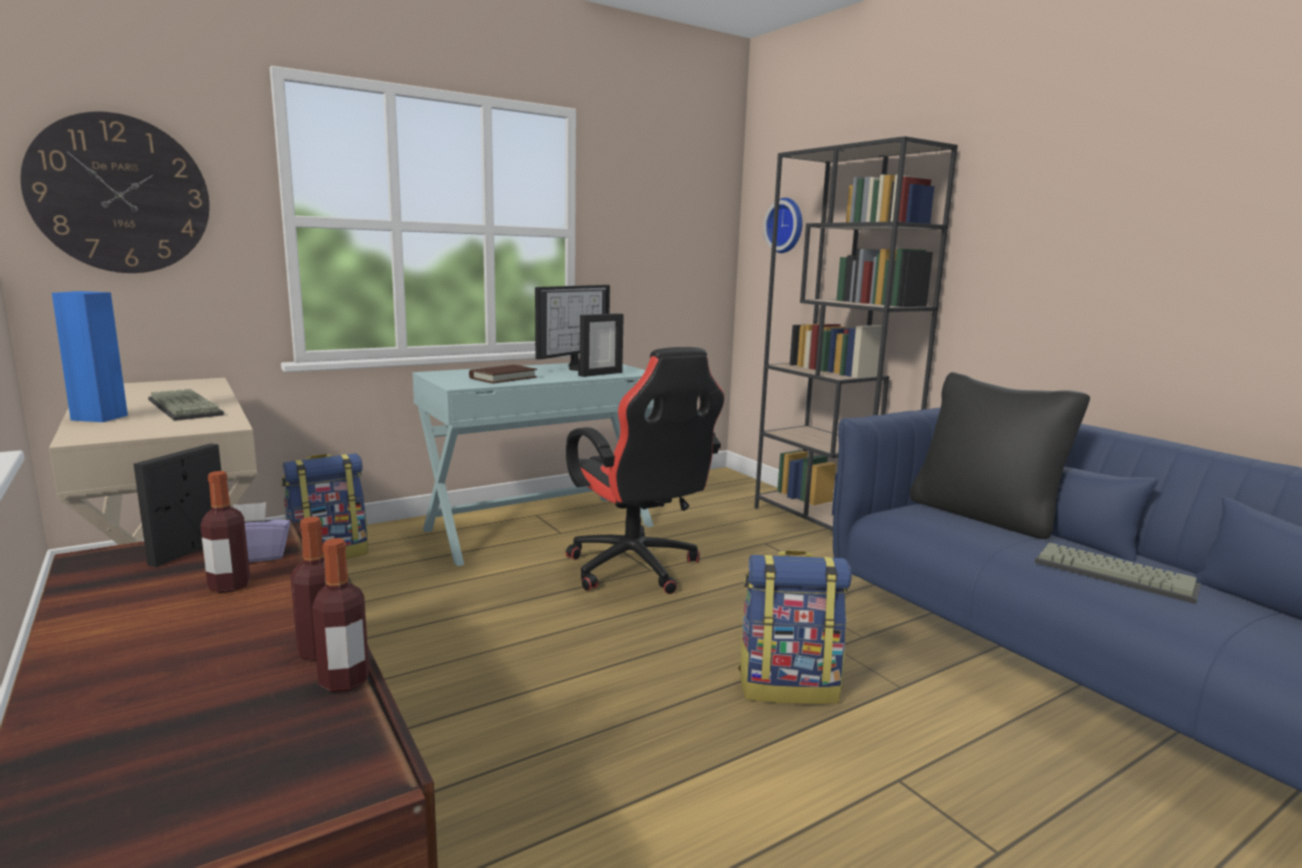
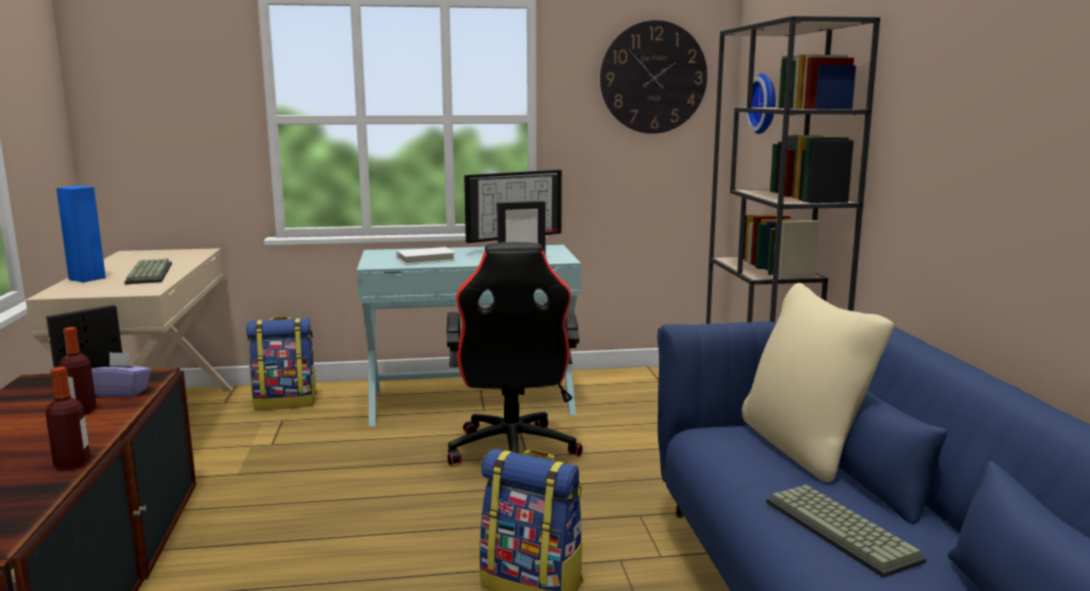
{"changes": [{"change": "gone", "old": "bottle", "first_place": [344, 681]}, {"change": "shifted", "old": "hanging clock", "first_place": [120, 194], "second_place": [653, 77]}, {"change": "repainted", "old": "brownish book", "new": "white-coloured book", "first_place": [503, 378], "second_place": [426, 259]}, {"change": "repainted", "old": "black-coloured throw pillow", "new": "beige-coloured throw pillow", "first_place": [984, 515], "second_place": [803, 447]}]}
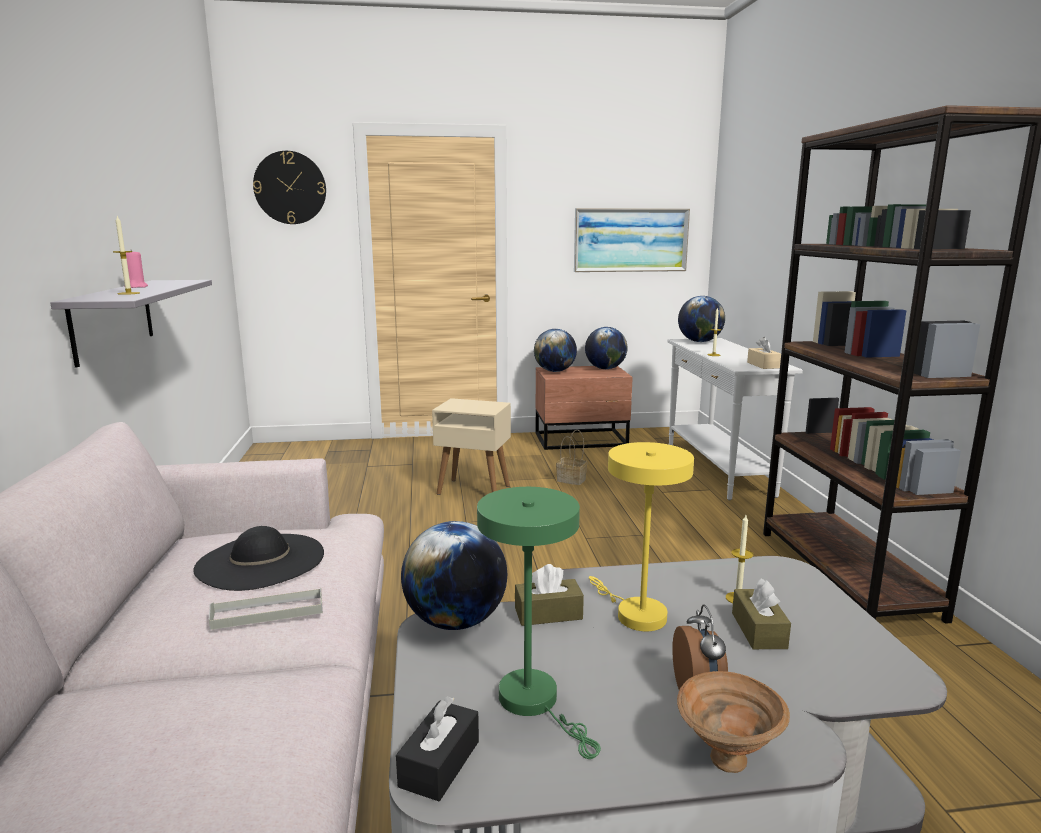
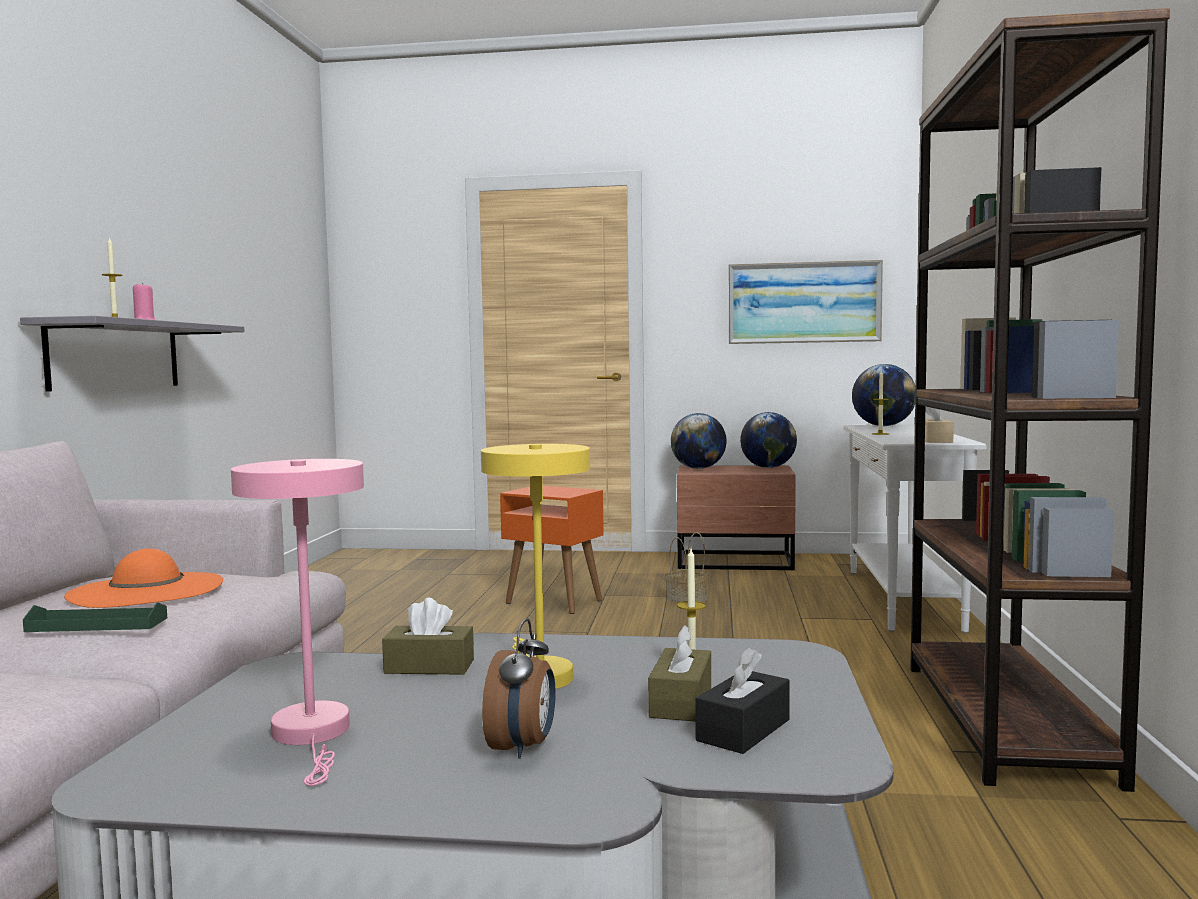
{"changes": [{"change": "gone", "old": "hanging clock", "first_place": [290, 188]}, {"change": "gone", "old": "desk globe", "first_place": [455, 621]}, {"change": "gone", "old": "brownish bowl", "first_place": [727, 762]}, {"change": "shifted", "old": "black-coloured tissue box", "first_place": [439, 763], "second_place": [743, 730]}, {"change": "repainted", "old": "black-coloured hat", "new": "orange hat", "first_place": [260, 561], "second_place": [146, 590]}, {"change": "repainted", "old": "grey tray", "new": "green-coloured tray", "first_place": [268, 612], "second_place": [97, 625]}, {"change": "repainted", "old": "beige-coloured side table", "new": "orange side table", "first_place": [472, 490], "second_place": [553, 602]}, {"change": "repainted", "old": "green-coloured tabletop lamp", "new": "pinkish tabletop lamp", "first_place": [535, 702], "second_place": [313, 735]}]}
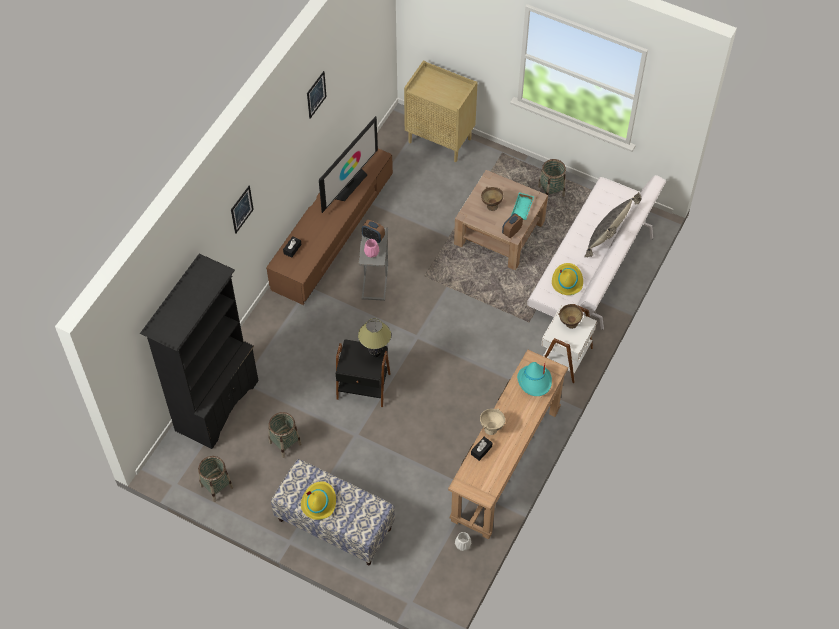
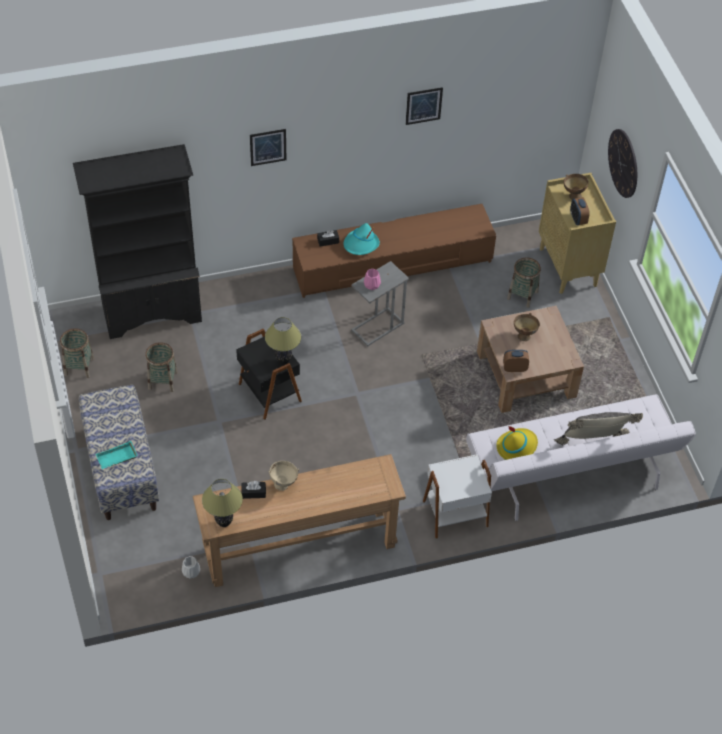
{"changes": [{"change": "gone", "old": "yellowish hat", "first_place": [319, 502]}, {"change": "gone", "old": "TV set", "first_place": [349, 184]}, {"change": "new", "new": "tabletop lamp", "second_place": [224, 523]}, {"change": "new", "new": "hanging clock", "second_place": [623, 163]}, {"change": "shifted", "old": "alarm clock", "first_place": [373, 237], "second_place": [578, 219]}, {"change": "shifted", "old": "turquoise-coloured tray", "first_place": [523, 209], "second_place": [116, 458]}, {"change": "shifted", "old": "turquoise-coloured hat", "first_place": [535, 382], "second_place": [361, 244]}, {"change": "shifted", "old": "household basket", "first_place": [551, 191], "second_place": [522, 295]}, {"change": "shifted", "old": "brownish bowl", "first_place": [569, 323], "second_place": [573, 195]}]}
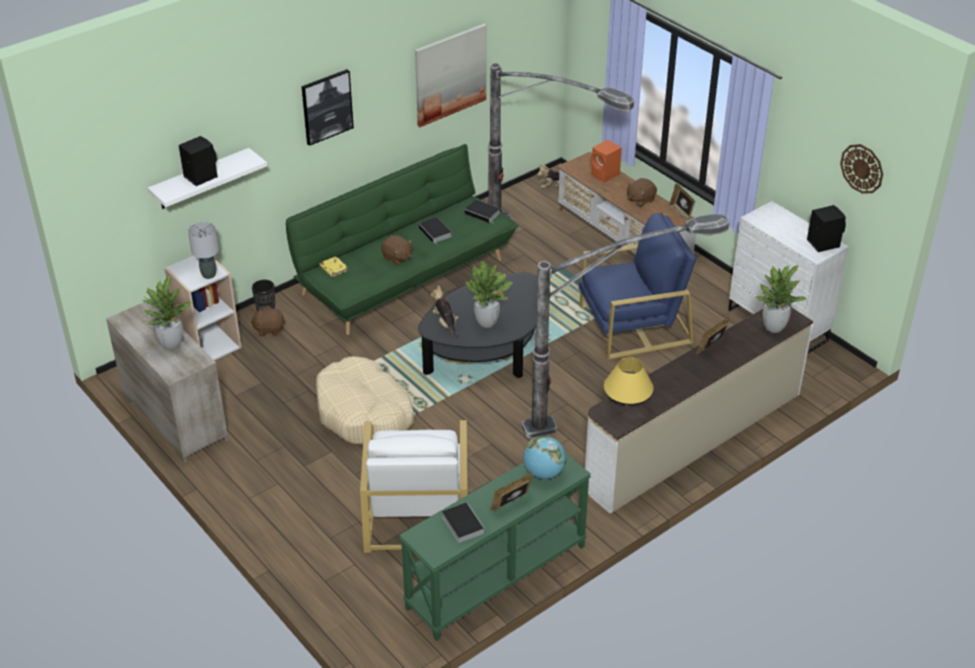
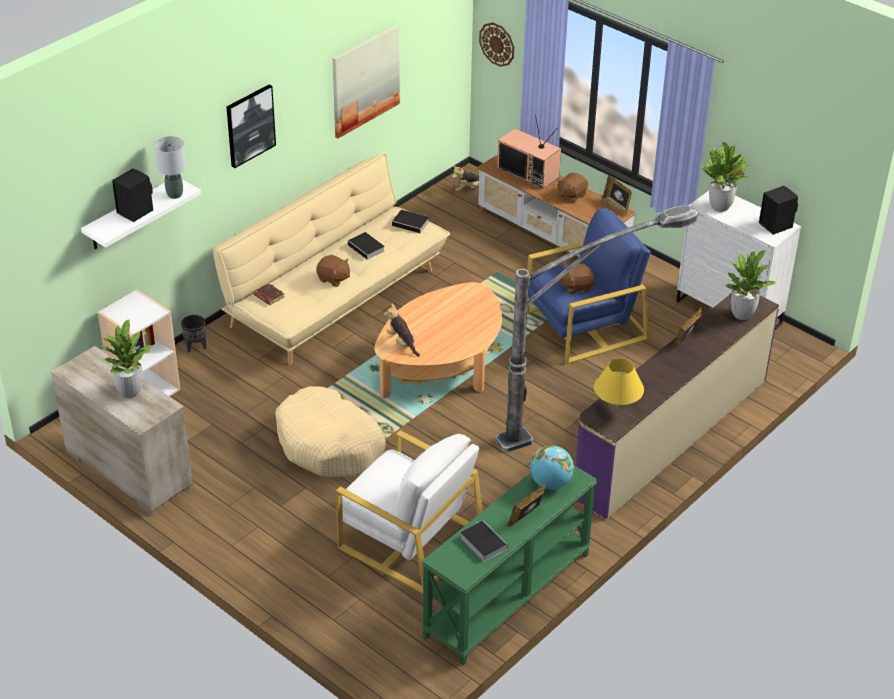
{"changes": [{"change": "gone", "old": "floor lamp", "first_place": [549, 241]}, {"change": "shifted", "old": "grey tabletop lamp", "first_place": [209, 275], "second_place": [175, 194]}, {"change": "shifted", "old": "brownish soft toy", "first_place": [269, 329], "second_place": [576, 287]}, {"change": "shifted", "old": "plant in a pot", "first_place": [487, 322], "second_place": [720, 207]}, {"change": "shifted", "old": "hanging clock", "first_place": [862, 168], "second_place": [497, 44]}, {"change": "swapped", "old": "orange audio speaker", "new": "TV set", "first_place": [605, 175], "second_place": [529, 172]}, {"change": "repainted", "old": "green-coloured sofa", "new": "beige-coloured sofa", "first_place": [403, 277], "second_place": [333, 298]}, {"change": "repainted", "old": "yellowish book", "new": "brownish book", "first_place": [333, 268], "second_place": [268, 296]}, {"change": "repainted", "old": "black-coloured lounge table", "new": "beige-coloured lounge table", "first_place": [488, 350], "second_place": [442, 367]}, {"change": "repainted", "old": "white-coloured storage cabinet", "new": "purplish storage cabinet", "first_place": [692, 439], "second_place": [670, 436]}, {"change": "rotated", "old": "white-coloured armchair", "first_place": [417, 511], "second_place": [410, 538], "degrees": -45}]}
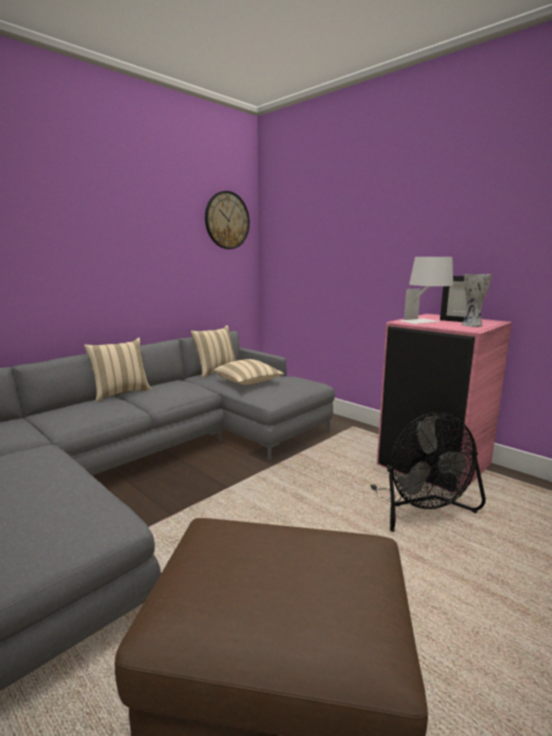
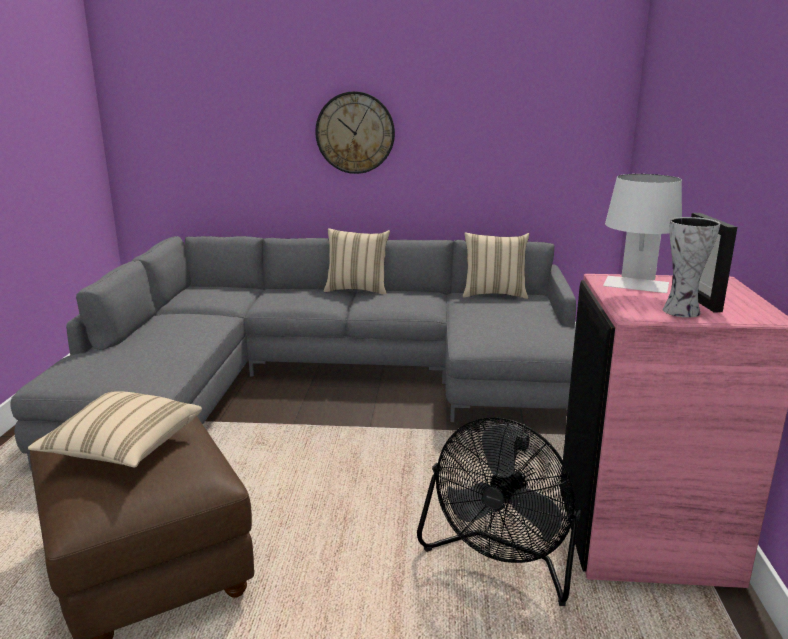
{"changes": [{"change": "shifted", "old": "hanging clock", "first_place": [227, 220], "second_place": [355, 133]}, {"change": "shifted", "old": "beige-coloured throw pillow", "first_place": [248, 382], "second_place": [123, 449]}]}
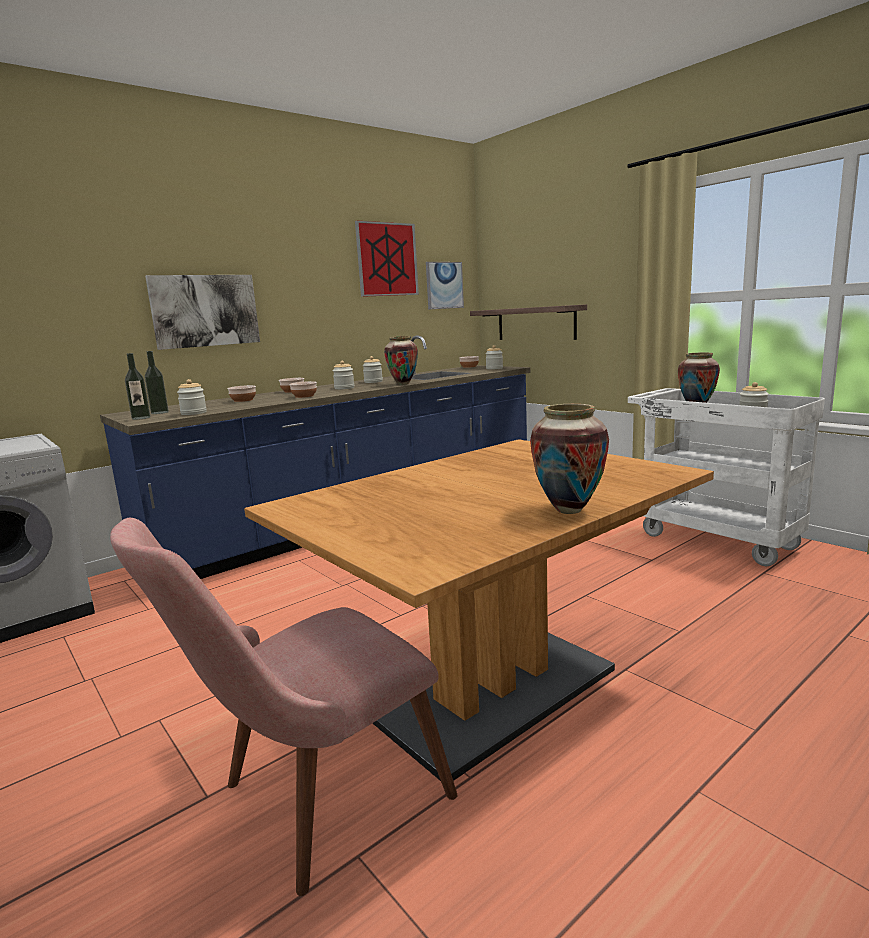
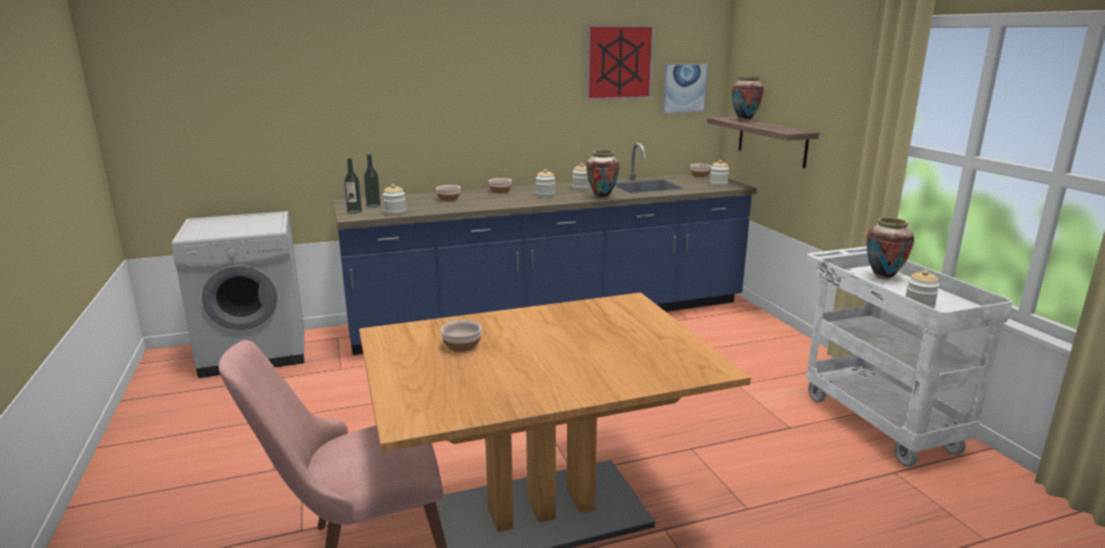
{"changes": [{"change": "gone", "old": "picture", "first_place": [205, 311]}, {"change": "shifted", "old": "bowl", "first_place": [304, 396], "second_place": [462, 346]}, {"change": "shifted", "old": "vase", "first_place": [568, 510], "second_place": [744, 120]}]}
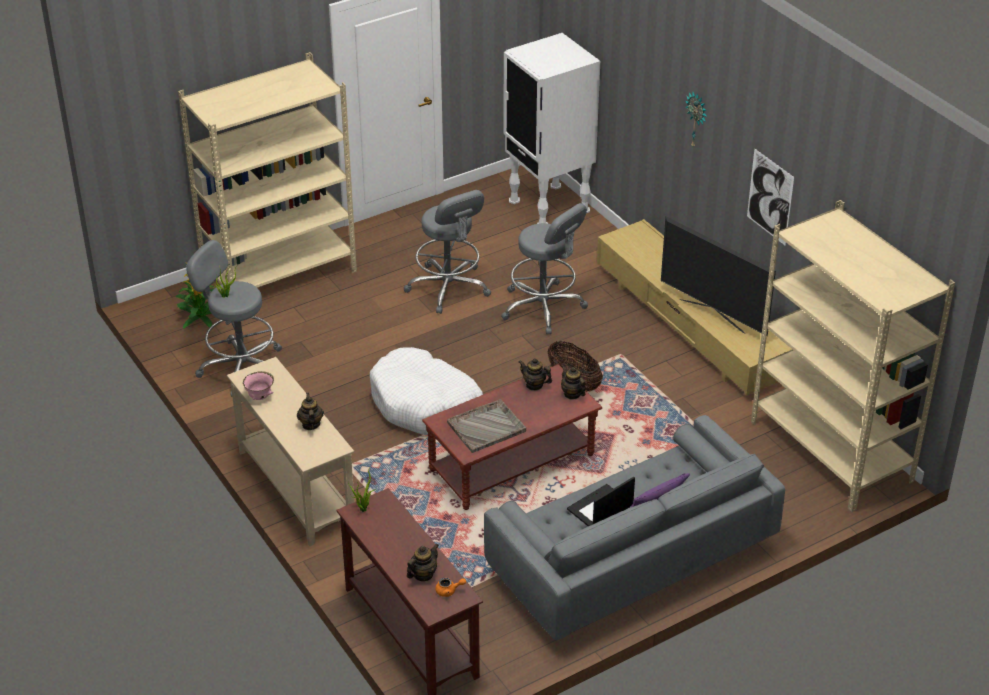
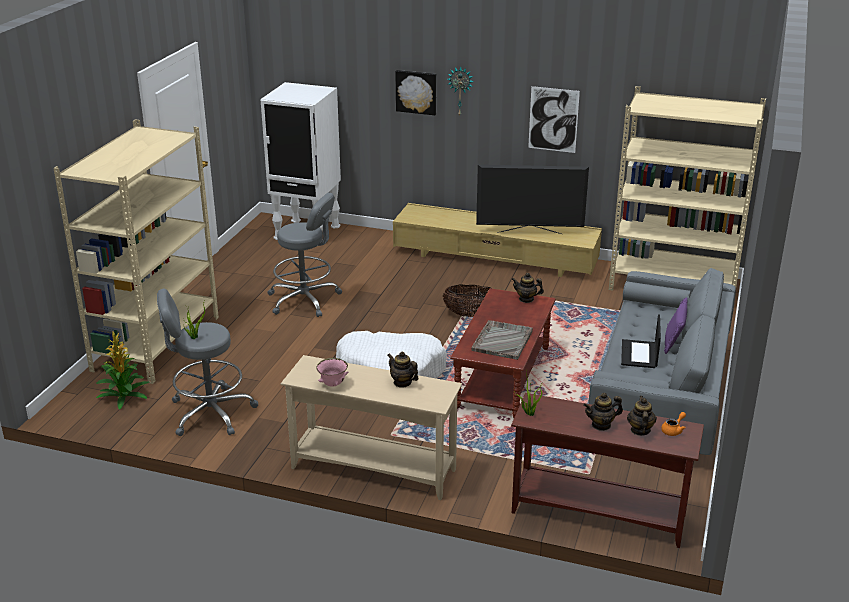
{"changes": [{"change": "gone", "old": "grey stool", "first_place": [543, 308]}, {"change": "new", "new": "picture", "second_place": [416, 92]}, {"change": "shifted", "old": "tea pot", "first_place": [534, 385], "second_place": [601, 425]}]}
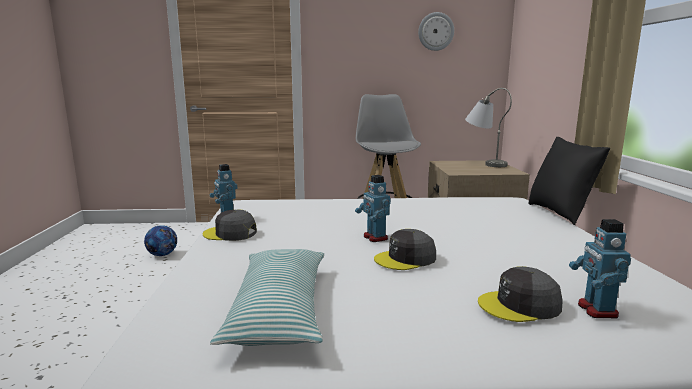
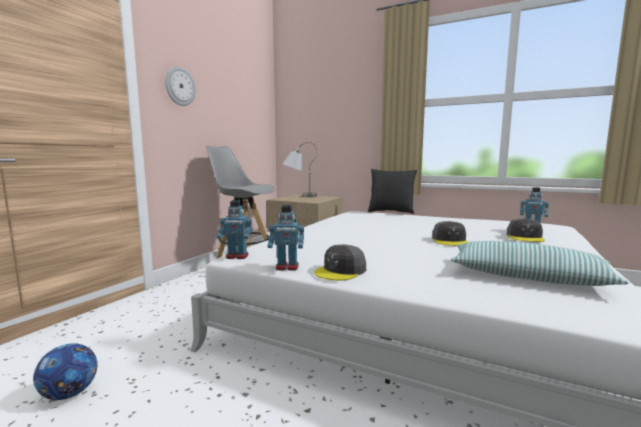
{"changes": [{"change": "shifted", "old": "robot figure", "first_place": [375, 238], "second_place": [237, 256]}, {"change": "shifted", "old": "hanging clock", "first_place": [436, 31], "second_place": [180, 86]}]}
